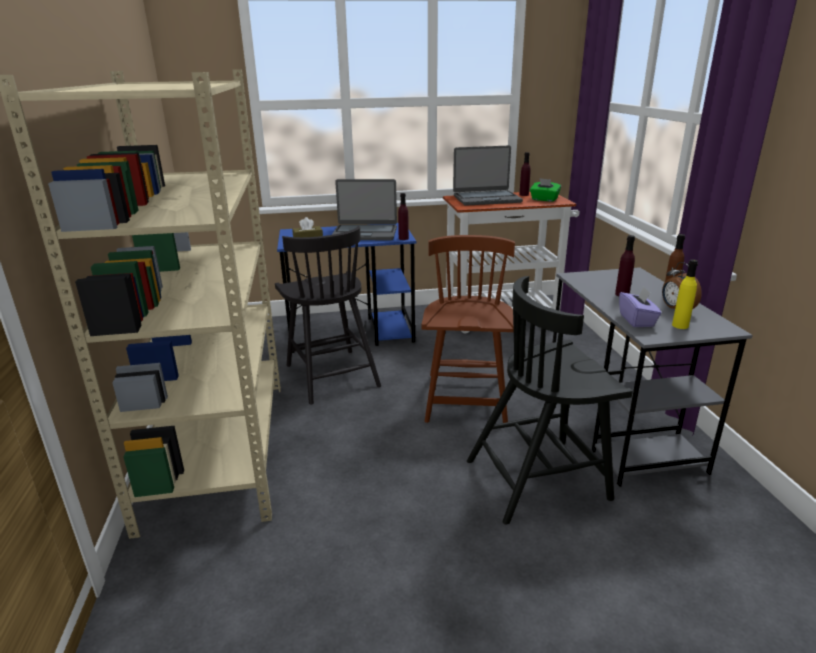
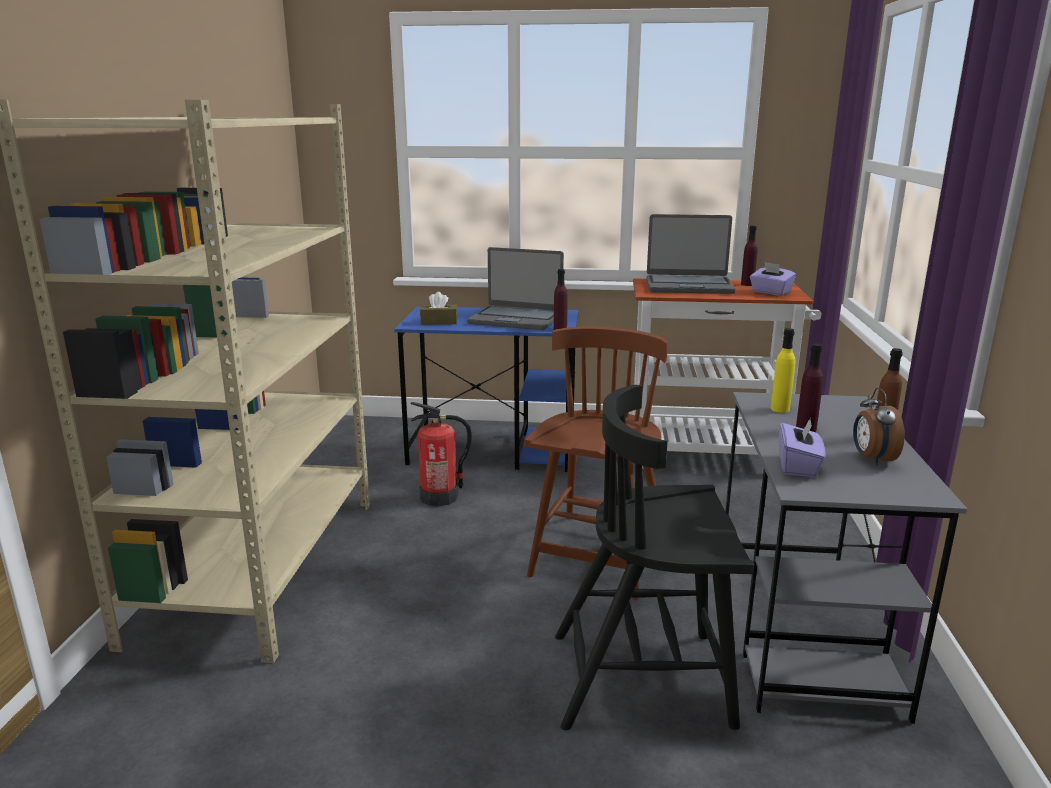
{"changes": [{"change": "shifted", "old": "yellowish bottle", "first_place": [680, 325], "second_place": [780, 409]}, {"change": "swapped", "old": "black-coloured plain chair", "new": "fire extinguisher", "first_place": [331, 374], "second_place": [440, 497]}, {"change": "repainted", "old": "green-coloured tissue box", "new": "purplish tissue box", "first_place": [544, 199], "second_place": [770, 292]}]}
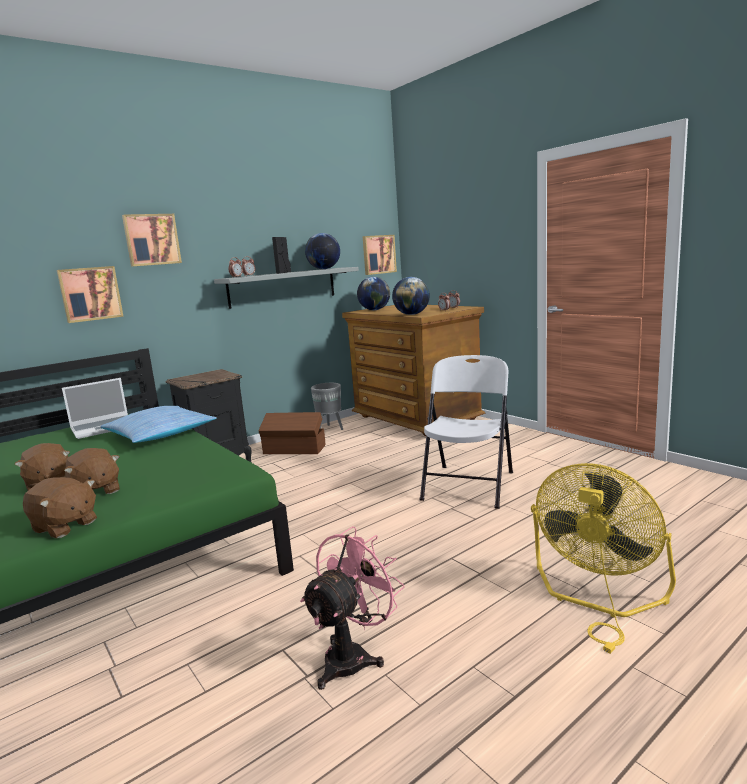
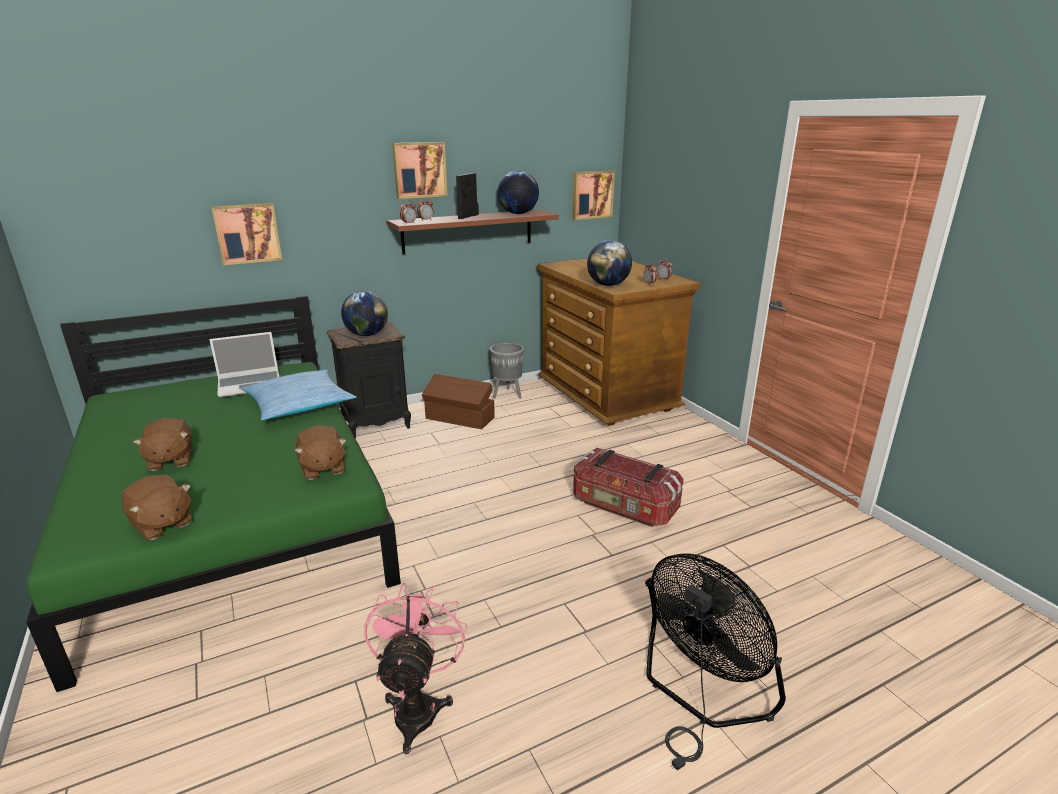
{"changes": [{"change": "shifted", "old": "brownish soft toy", "first_place": [95, 491], "second_place": [322, 468]}, {"change": "shifted", "old": "picture", "first_place": [151, 239], "second_place": [419, 170]}, {"change": "shifted", "old": "desk globe", "first_place": [374, 310], "second_place": [366, 335]}, {"change": "swapped", "old": "white-coloured plain chair", "new": "storage container", "first_place": [468, 486], "second_place": [624, 507]}, {"change": "repainted", "old": "grey shelf", "new": "brownish shelf", "first_place": [282, 287], "second_place": [468, 231]}, {"change": "repainted", "old": "yellowish electric fan", "new": "black-coloured electric fan", "first_place": [596, 599], "second_place": [695, 695]}, {"change": "rotated", "old": "pinkish electric fan", "first_place": [353, 656], "second_place": [418, 706], "degrees": -45}]}
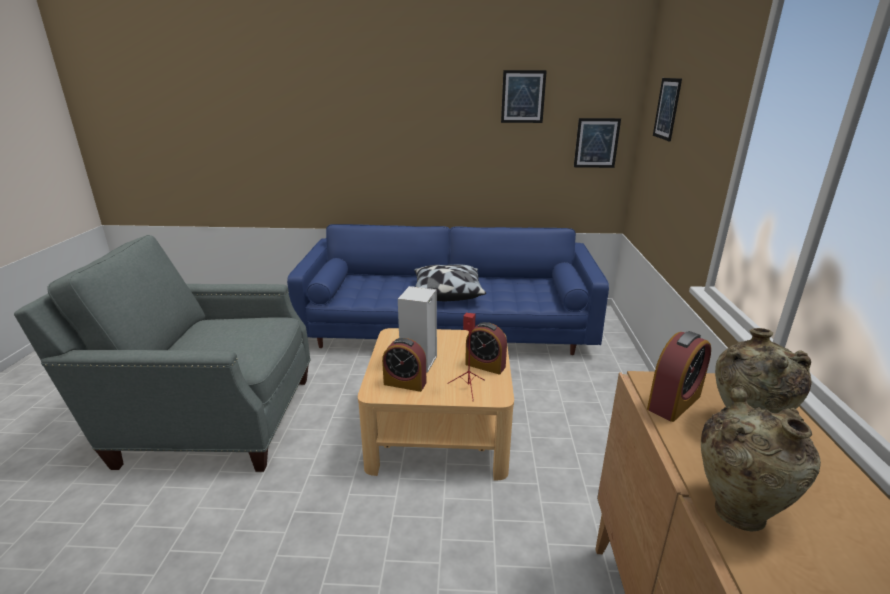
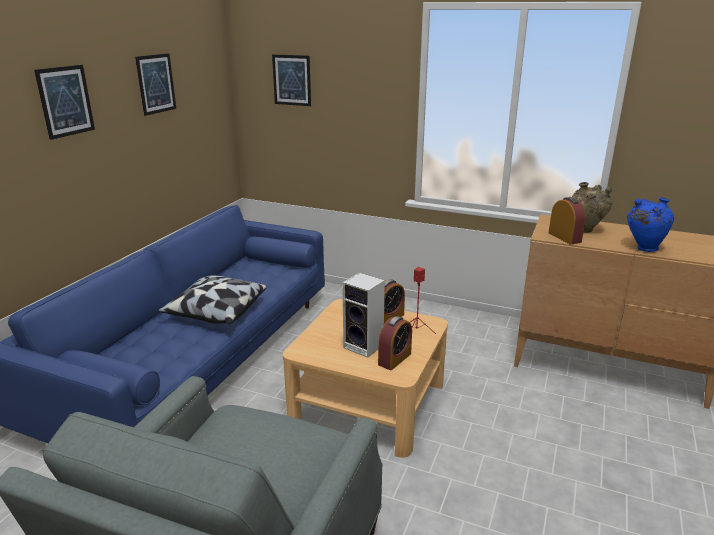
{"changes": [{"change": "shifted", "old": "picture", "first_place": [596, 143], "second_place": [65, 101]}, {"change": "repainted", "old": "beige-coloured vase", "new": "bluish vase", "first_place": [737, 509], "second_place": [643, 248]}]}
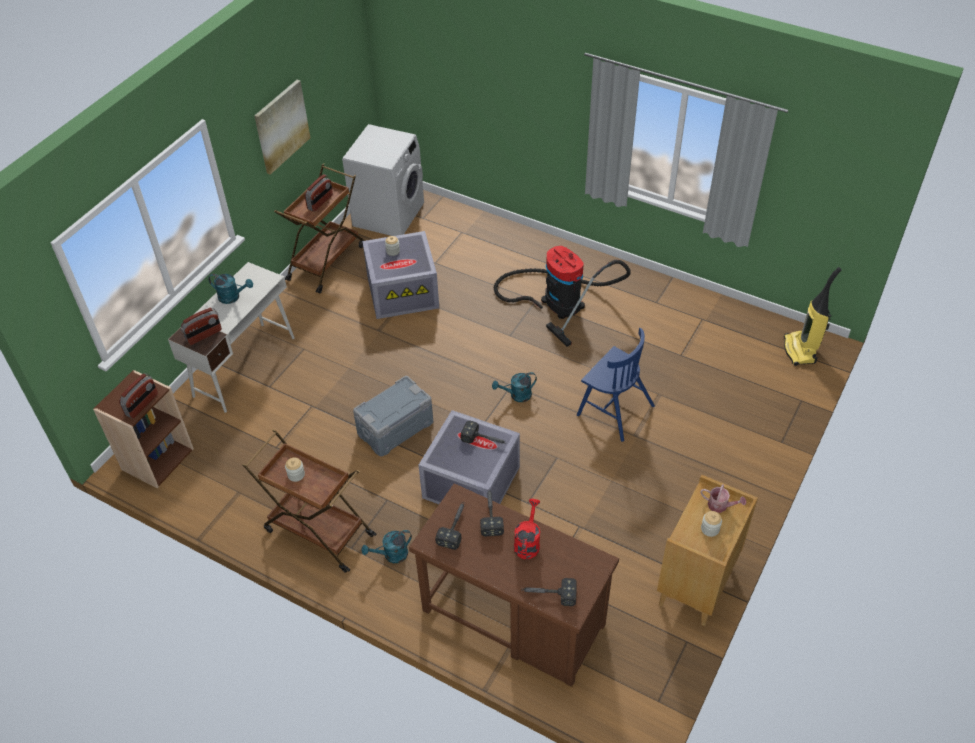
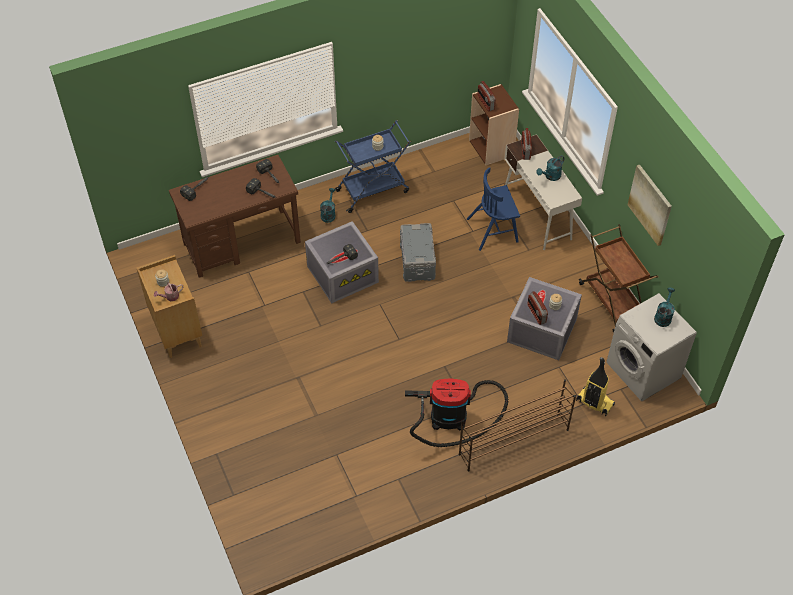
{"changes": [{"change": "gone", "old": "red-coloured sprinkling can", "first_place": [527, 542]}, {"change": "new", "new": "brownish shoe shelf", "second_place": [513, 442]}, {"change": "shifted", "old": "radio", "first_place": [320, 202], "second_place": [536, 313]}, {"change": "shifted", "old": "turquoise-coloured sprinkling can", "first_place": [516, 395], "second_place": [663, 316]}, {"change": "shifted", "old": "bluish plain chair", "first_place": [612, 408], "second_place": [495, 229]}, {"change": "shifted", "old": "vacuum cleaner", "first_place": [800, 350], "second_place": [594, 402]}, {"change": "repainted", "old": "brownish cart", "new": "bluish cart", "first_place": [319, 533], "second_place": [373, 191]}]}
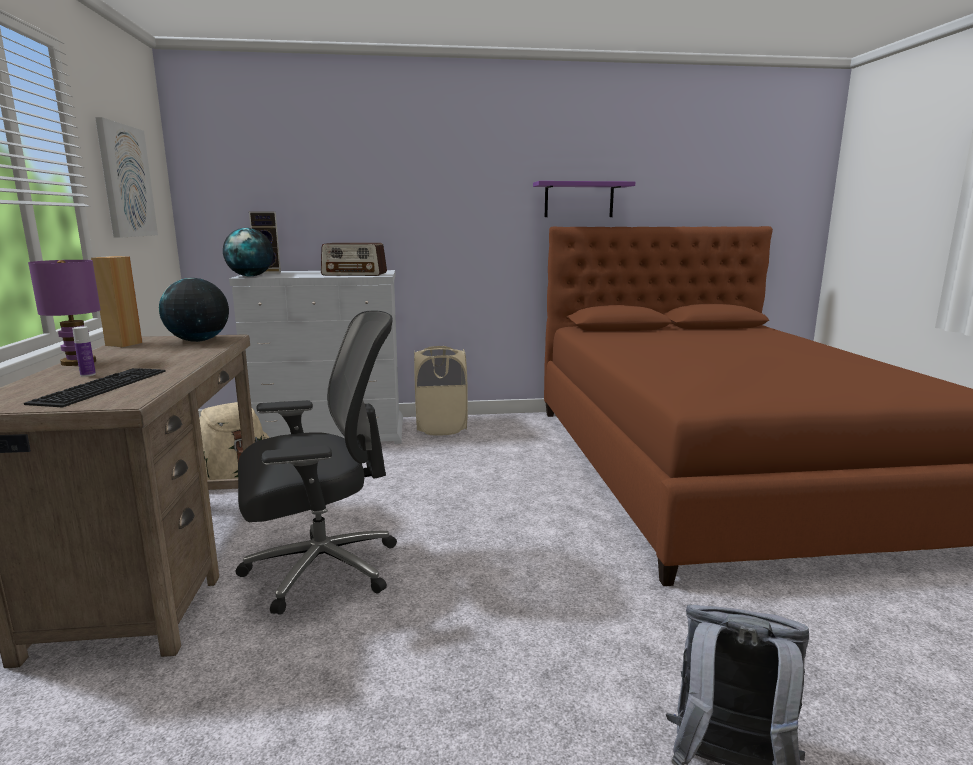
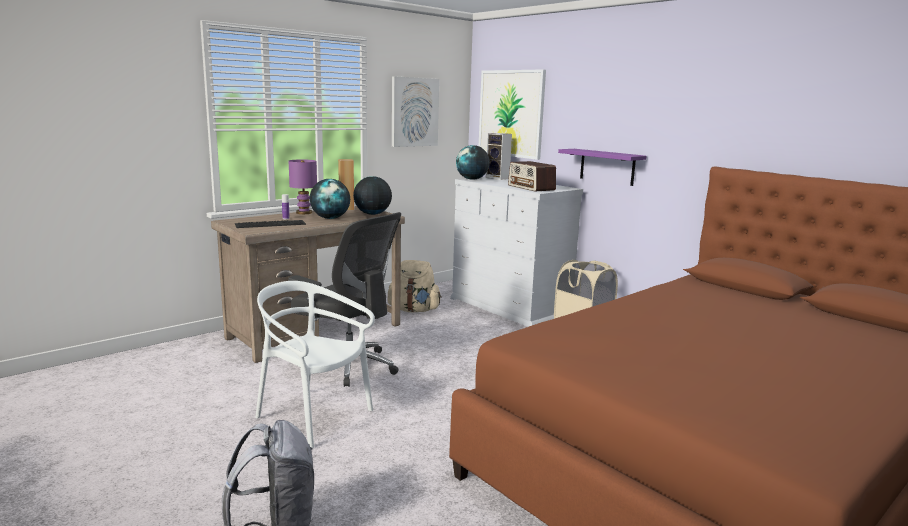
{"changes": [{"change": "new", "new": "white-coloured plain chair", "second_place": [313, 416]}, {"change": "new", "new": "desk globe", "second_place": [330, 218]}, {"change": "new", "new": "picture", "second_place": [511, 113]}, {"change": "shifted", "old": "purplish shelf", "first_place": [579, 200], "second_place": [607, 167]}]}
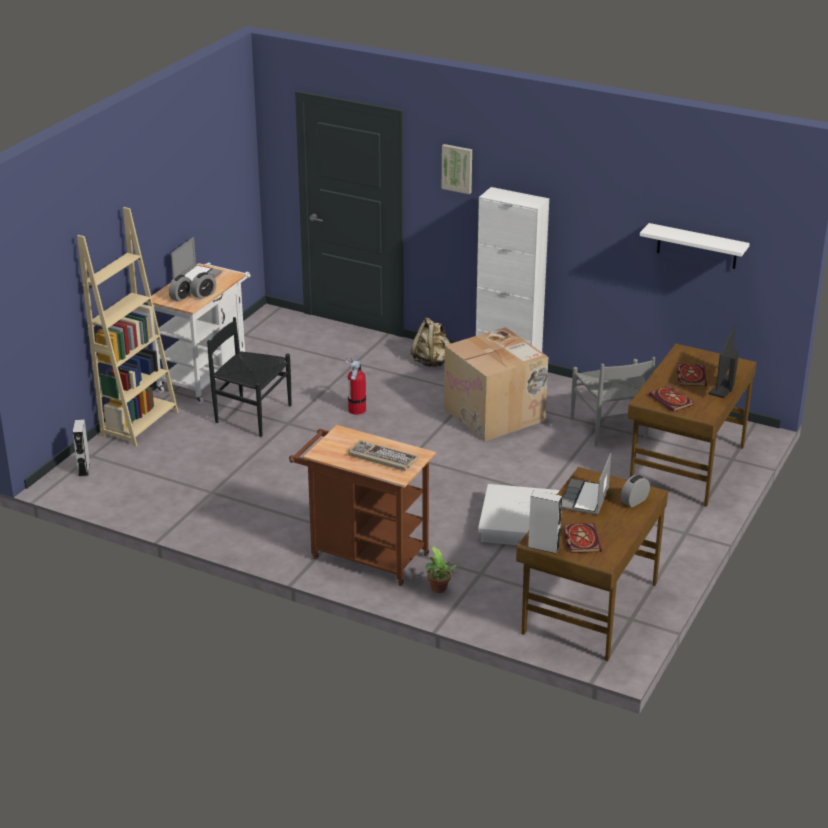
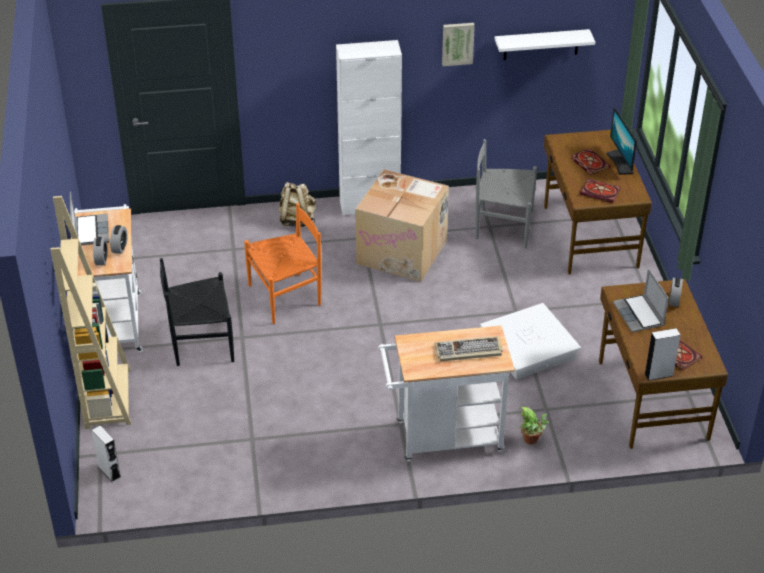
{"changes": [{"change": "shifted", "old": "picture", "first_place": [457, 168], "second_place": [457, 43]}, {"change": "swapped", "old": "fire extinguisher", "new": "orange plain chair", "first_place": [357, 410], "second_place": [286, 297]}, {"change": "repainted", "old": "brownish cart", "new": "white-coloured cart", "first_place": [363, 555], "second_place": [442, 438]}, {"change": "rotated", "old": "grey plain chair", "first_place": [611, 429], "second_place": [503, 226], "degrees": 150}]}
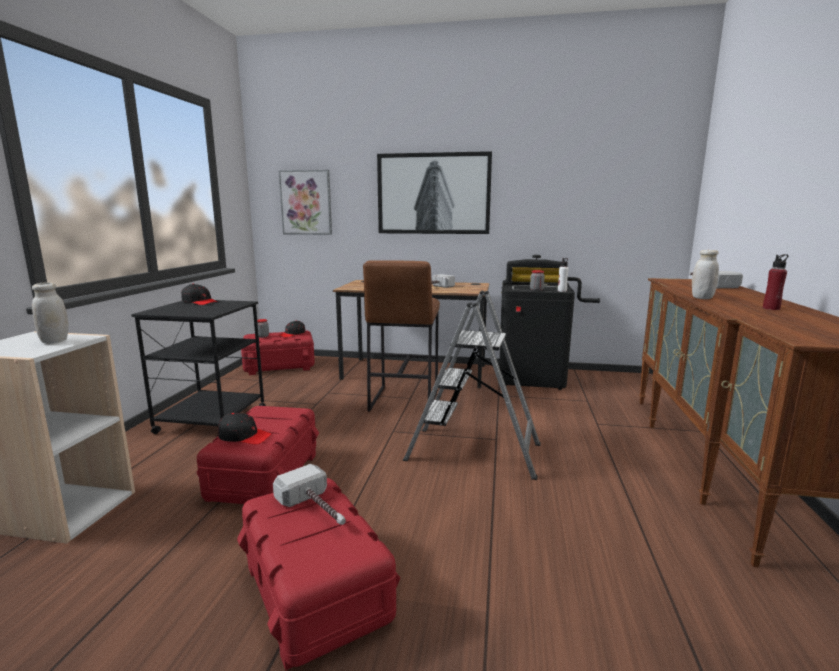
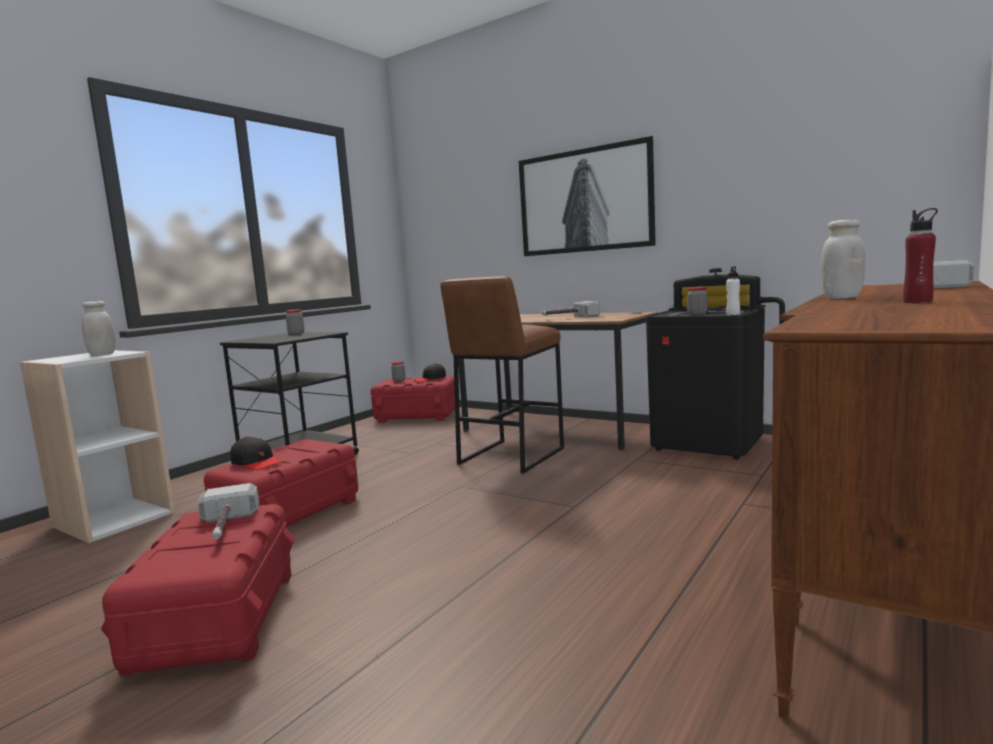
{"changes": [{"change": "gone", "old": "picture", "first_place": [306, 202]}, {"change": "gone", "old": "grey step ladder", "first_place": [475, 451]}, {"change": "swapped", "old": "black-coloured baseball cap", "new": "storage jar", "first_place": [200, 302], "second_place": [296, 333]}]}
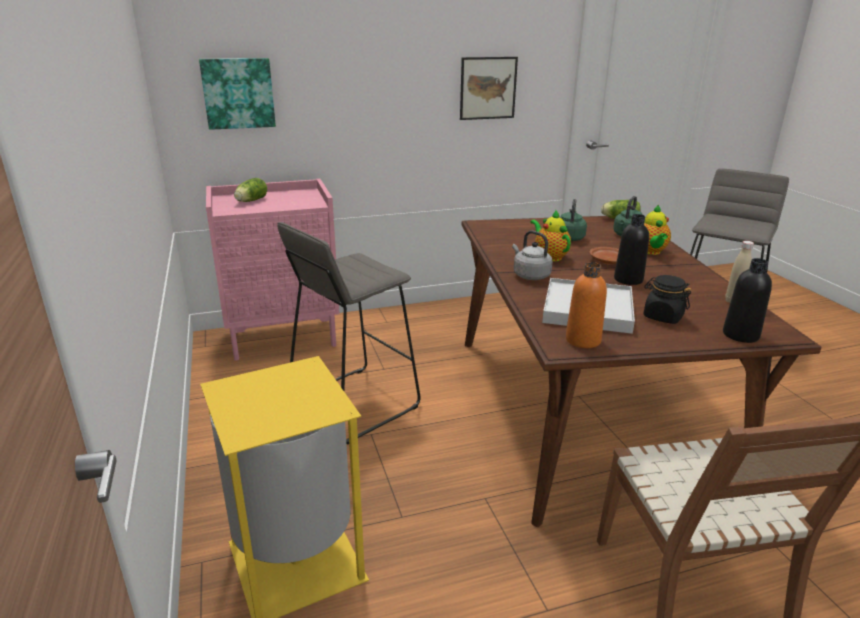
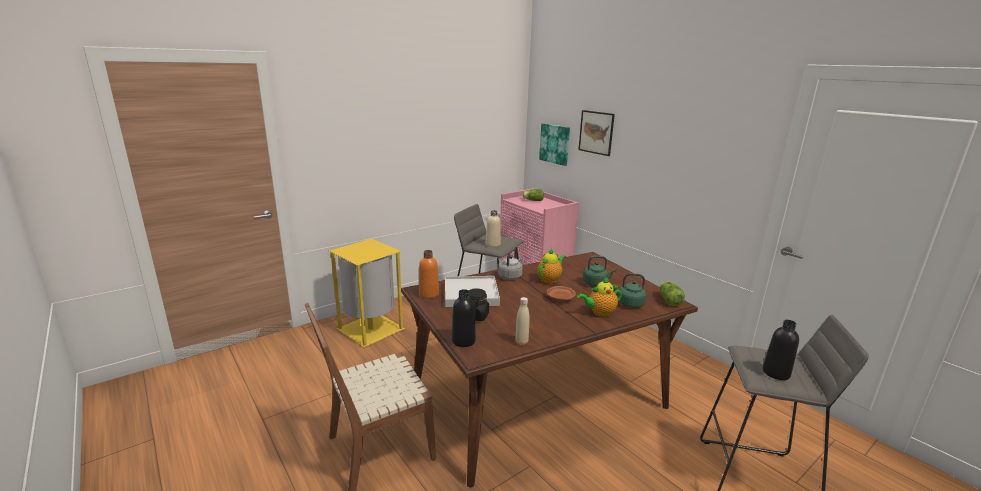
{"changes": [{"change": "new", "new": "beige-coloured bottle", "second_place": [493, 244]}, {"change": "shifted", "old": "picture", "first_place": [488, 88], "second_place": [596, 132]}, {"change": "shifted", "old": "black-coloured bottle", "first_place": [628, 279], "second_place": [776, 373]}]}
